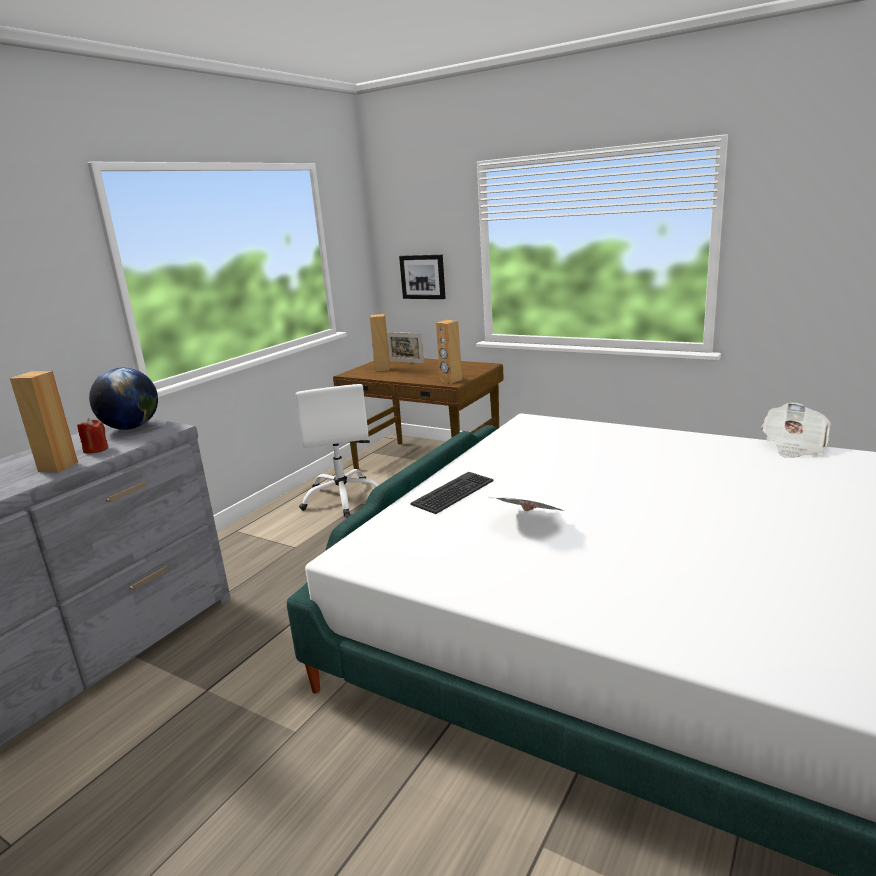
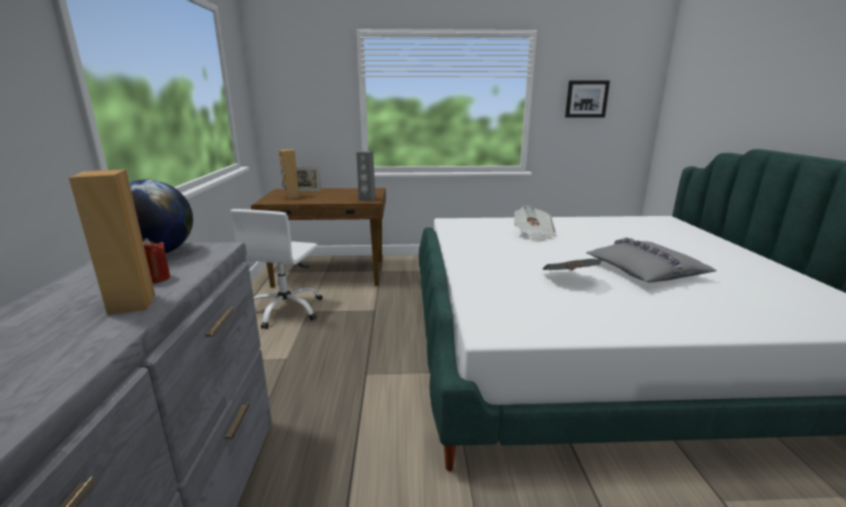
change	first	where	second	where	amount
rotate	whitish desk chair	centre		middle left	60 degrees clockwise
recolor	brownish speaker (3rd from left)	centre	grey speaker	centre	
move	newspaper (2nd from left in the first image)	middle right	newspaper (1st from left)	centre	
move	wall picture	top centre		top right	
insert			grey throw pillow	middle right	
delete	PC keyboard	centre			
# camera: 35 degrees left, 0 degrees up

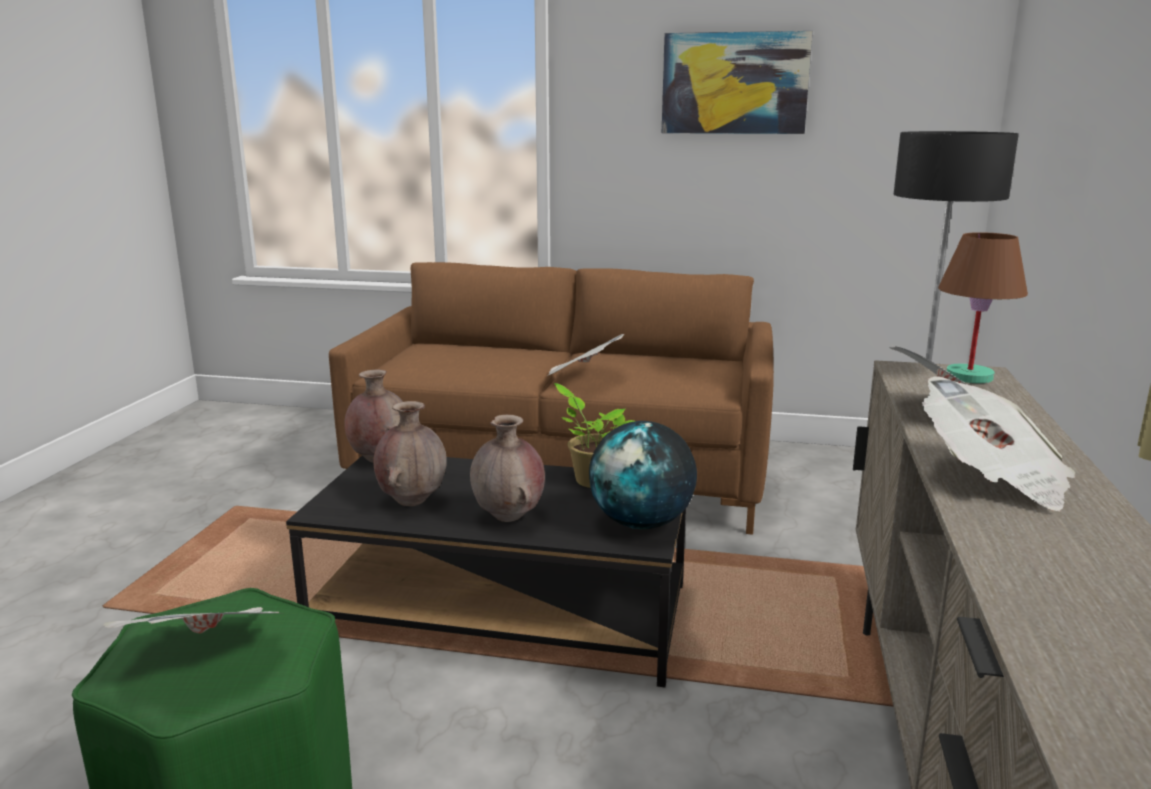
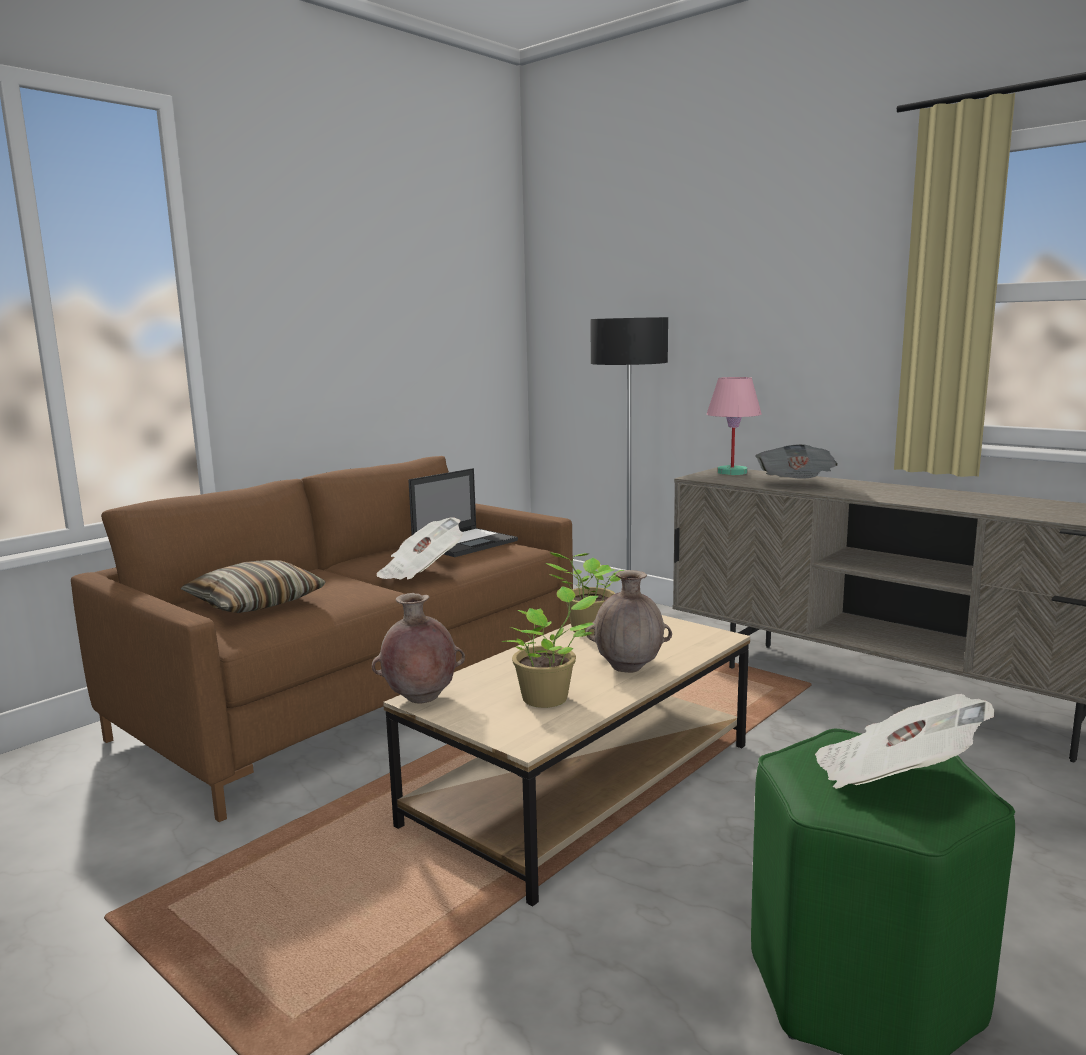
change	first	where	second	where	amount
insert			throw pillow	middle left	
recolor	black lounge table	bottom centre	sand-coloured lounge table	bottom centre	
insert			notebook computer	centre	
replace	brownish vase (2nd from left)	centre	plant in a pot (1st from left)	centre	
recolor	brownish tabletop lamp	middle right	pink tabletop lamp	middle right	
delete	globe	centre			
delete	wall picture	top centre			
delete	newspaper (4th from left)	middle right			
# camera: 60 degrees left, 5 degrees down

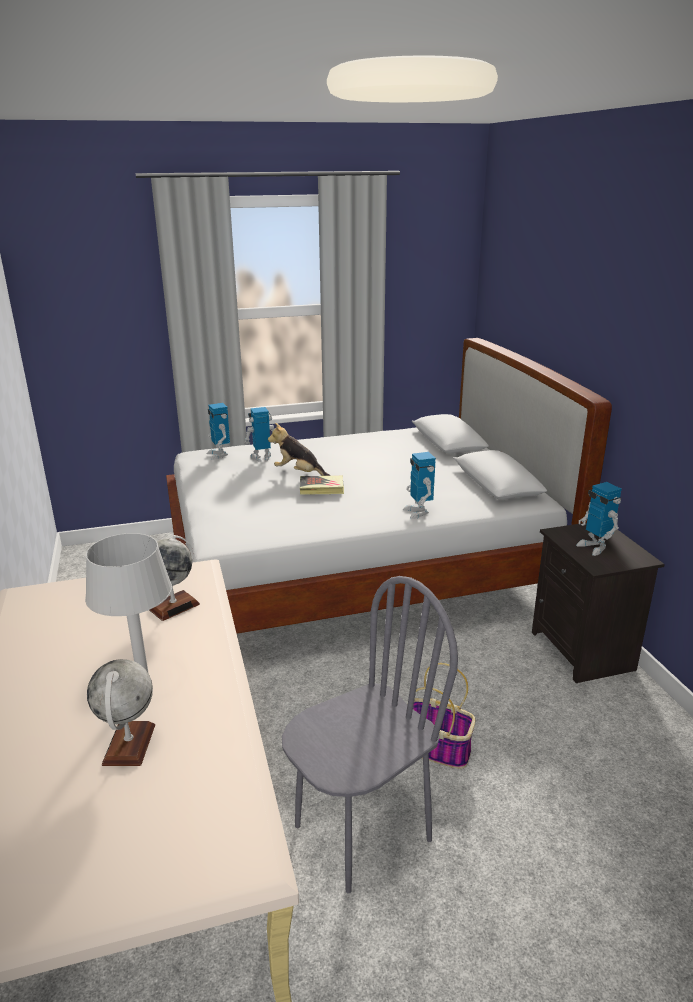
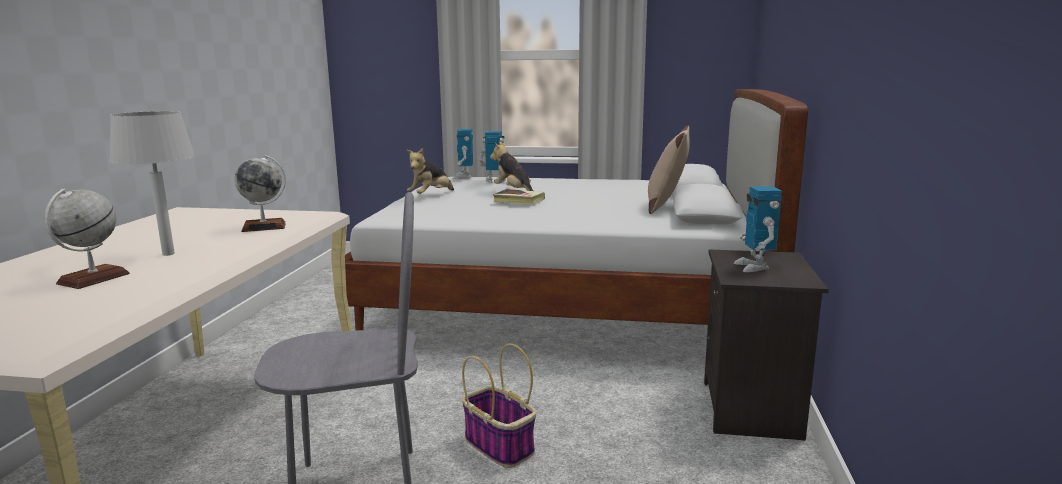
change	first	where	second	where	amount
insert			cuddly toy (1st from left)	centre	
insert			sand-coloured throw pillow	centre	
delete	robot figure (3rd from left)	centre			
# camera: 25 degrees right, 10 degrees down

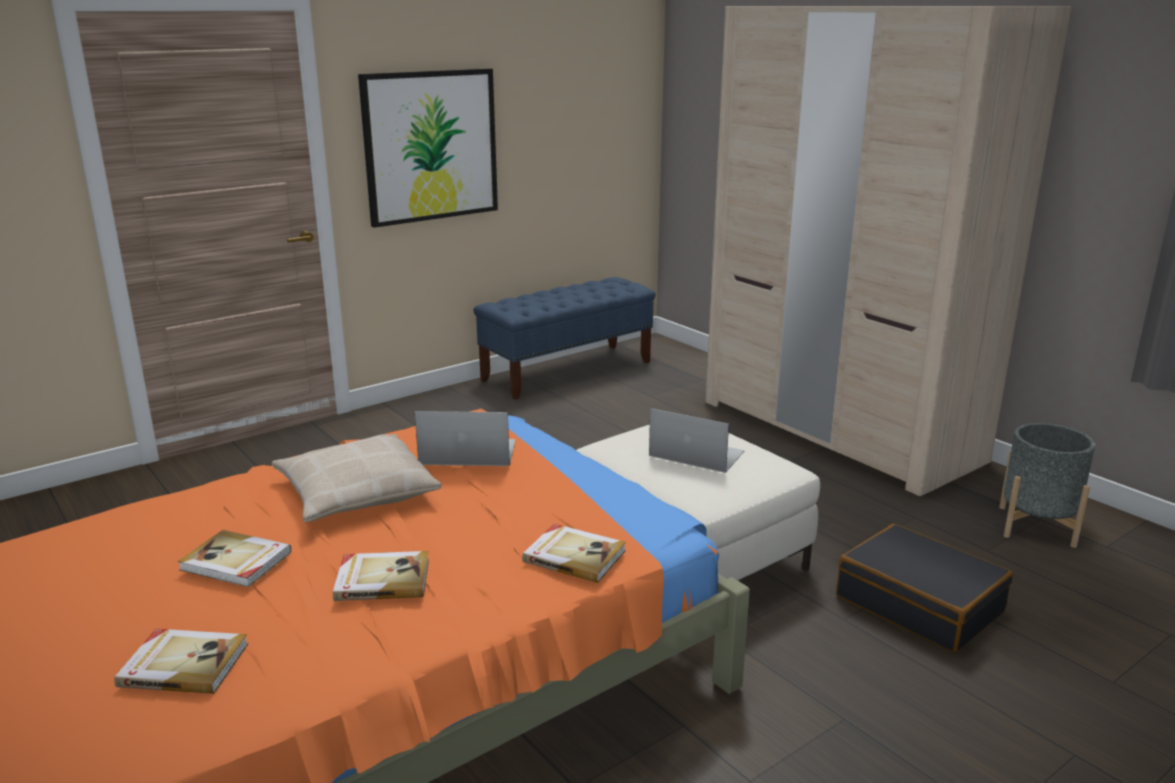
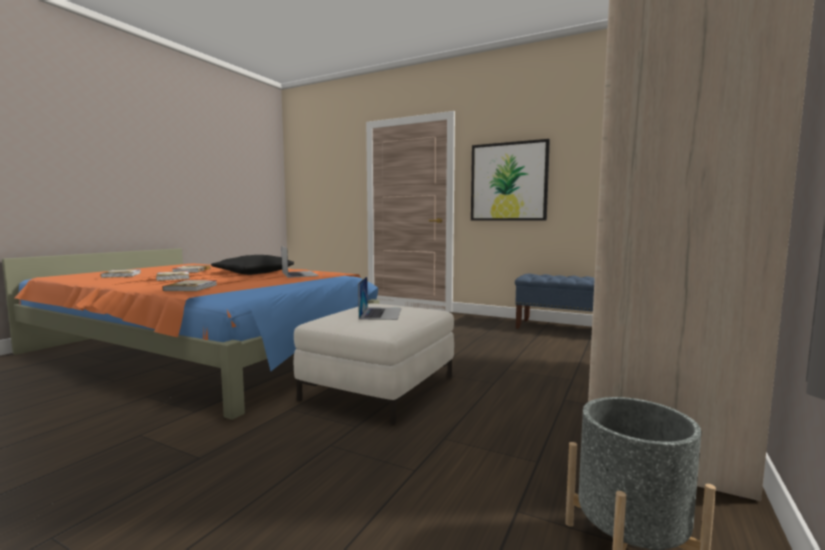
change	first	where	second	where	amount
recolor	sand-coloured throw pillow	middle left	black throw pillow	middle left	
delete	black travel case	bottom right			
# camera: 65 degrees right, 15 degrees down

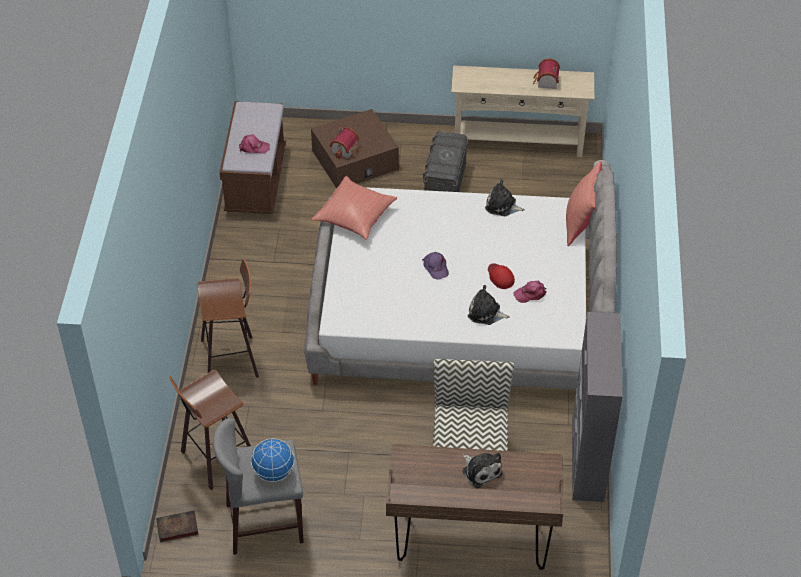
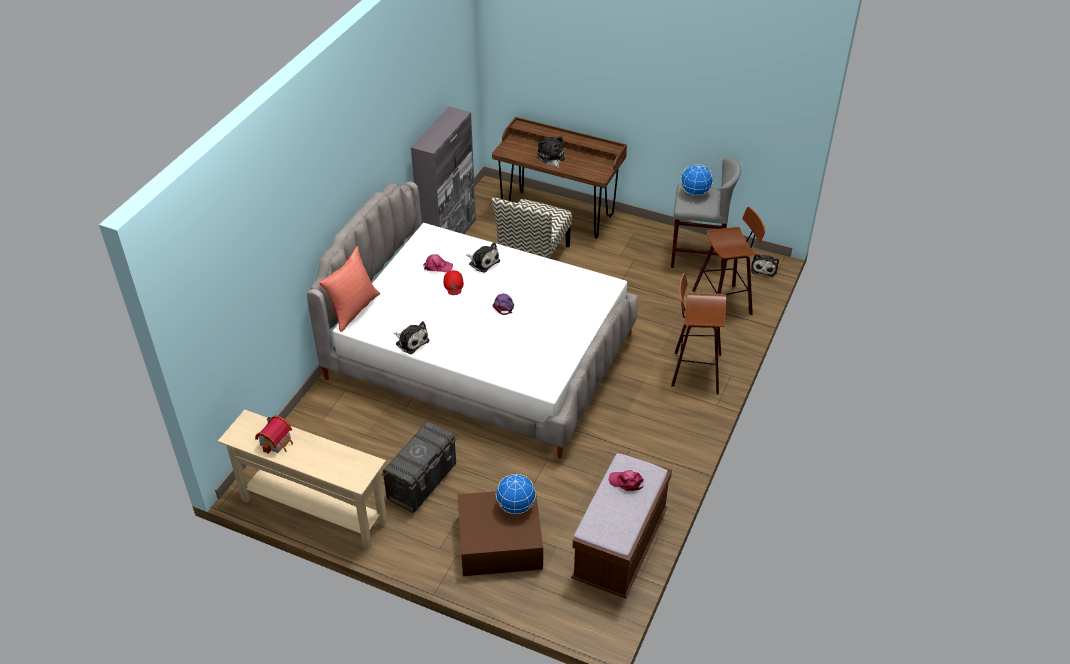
change	first	where	second	where	amount
replace	toy house (1st from left)	top centre	globe (1st from left)	bottom centre	
replace	bound book	bottom left	cuddly toy (4th from left)	middle right	
delete	reddish throw pillow (1st from left)	centre			
# camera: 160 degrees left, 5 degrees down

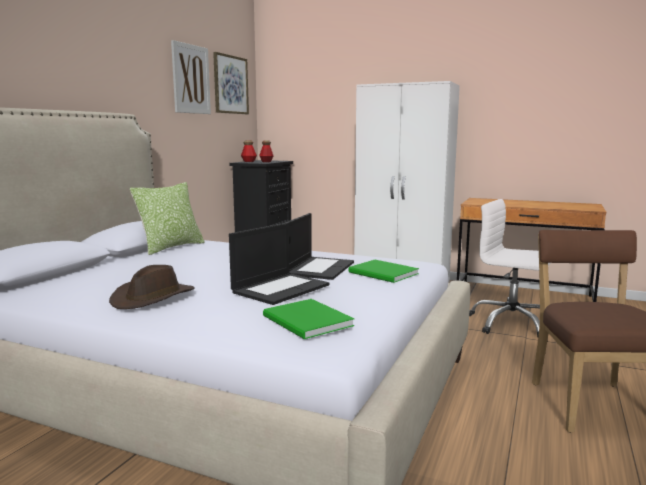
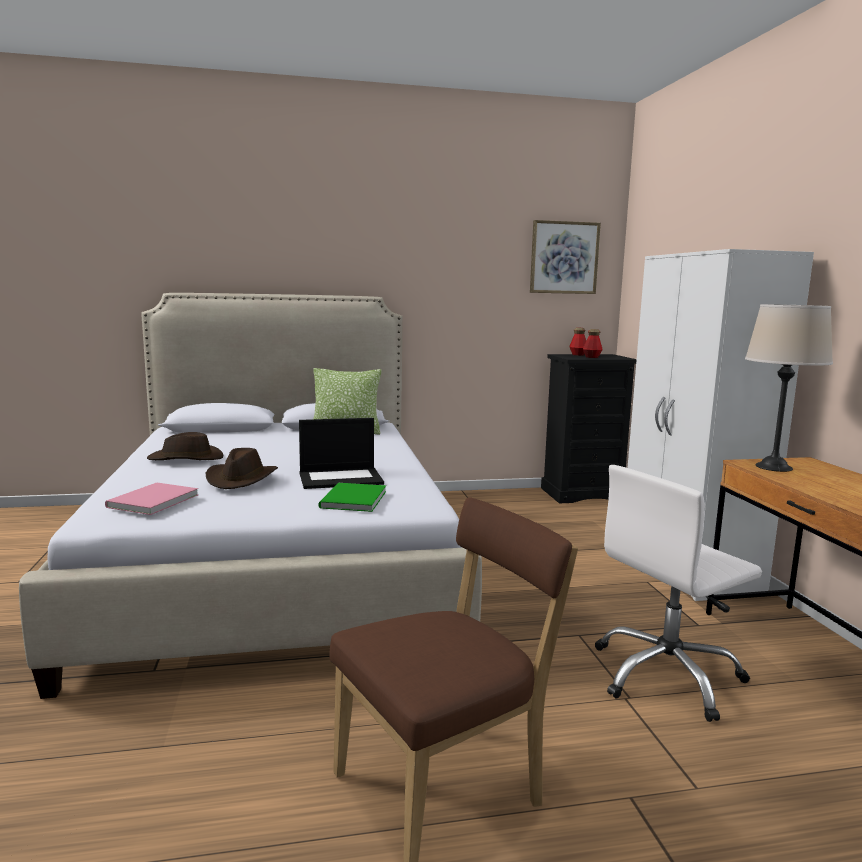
change	first	where	second	where	amount
recolor	green-coloured bound book (1st from left)	centre	pink bound book	middle left	
replace	notebook computer (1st from left)	centre	brownish hat (2nd from left)	middle left	
rotate	whitish desk chair	middle right		bottom right	120 degrees counterclockwise
insert			sand-coloured tabletop lamp	middle right	
delete	wall picture (1st from left)	top left			
# camera: 55 degrees right, 0 degrees up

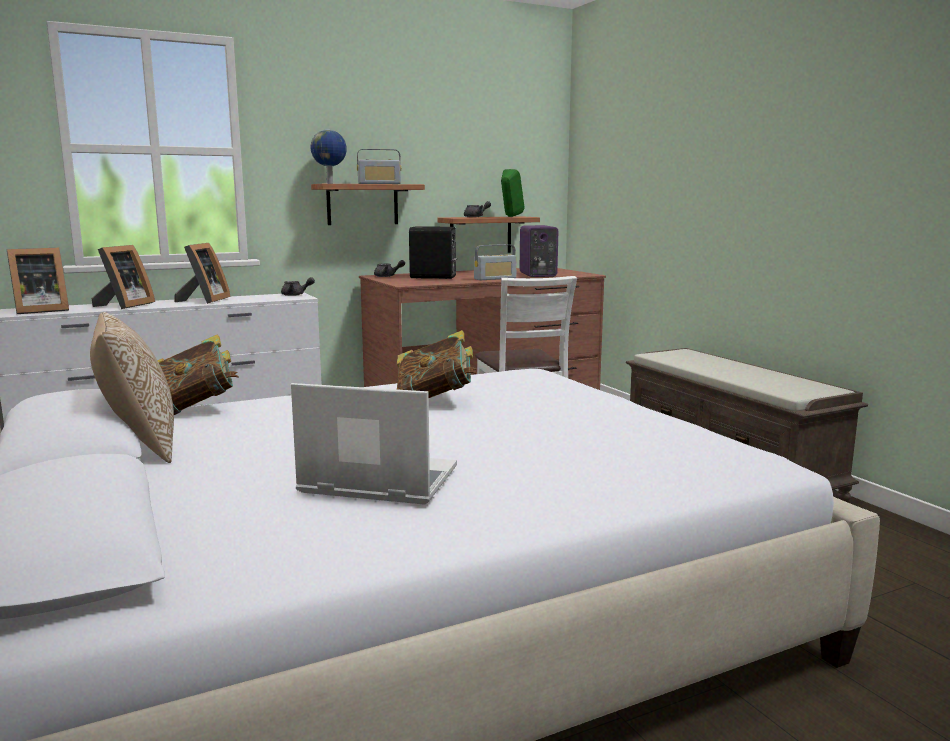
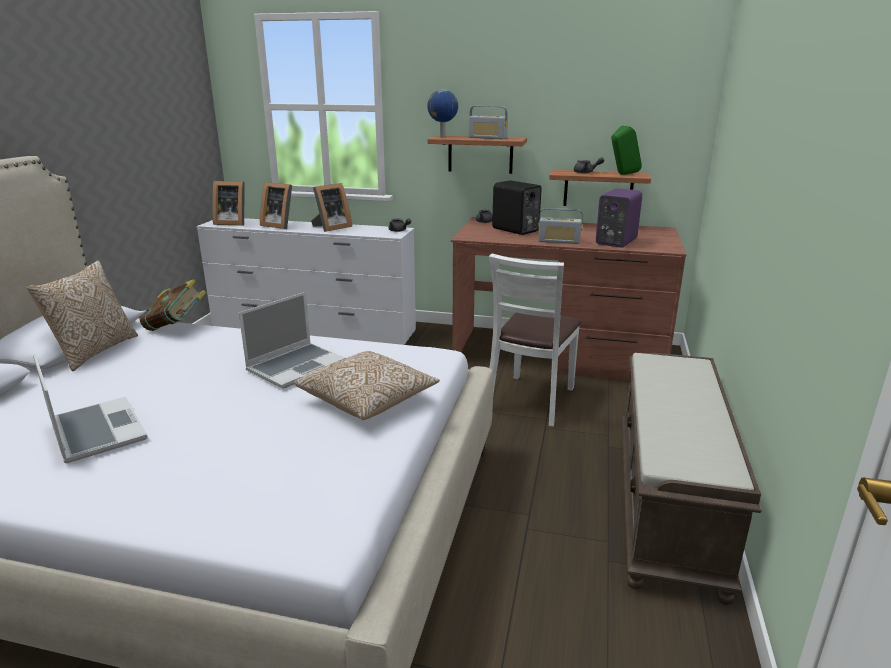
change	first	where	second	where	amount
replace	bound book (2nd from left)	centre	notebook computer (2nd from left)	middle left	
rotate	photo frame (2nd from left)	middle left		top left	60 degrees clockwise
insert			throw pillow (2nd from left)	centre	
# camera: 40 degrees right, 10 degrees up

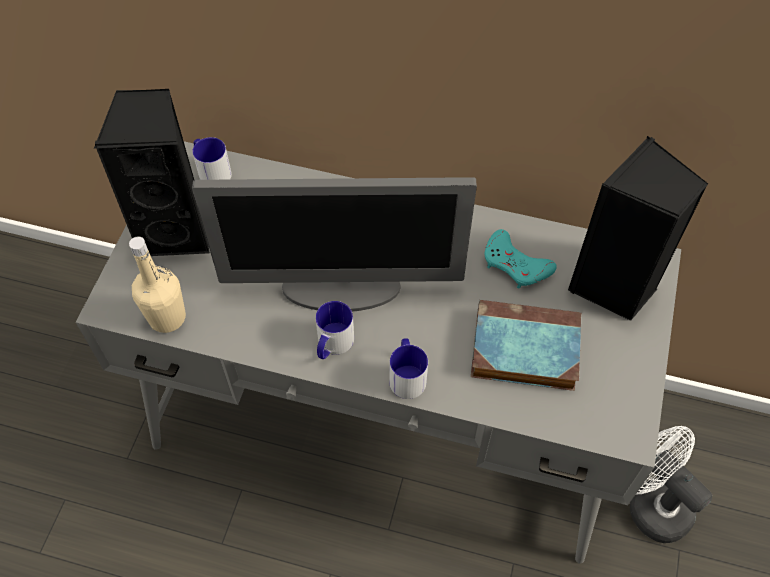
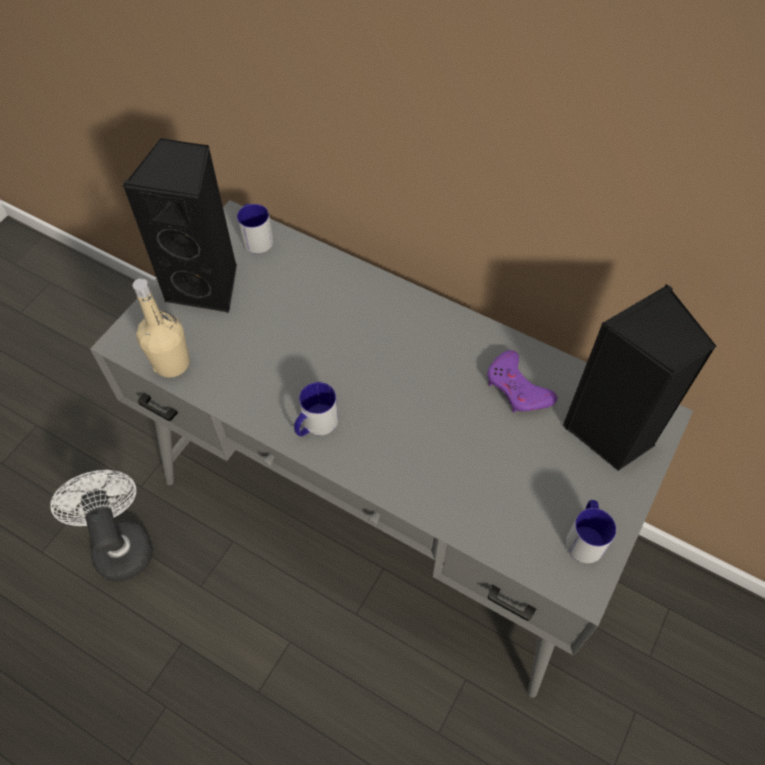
change	first	where	second	where	amount
move	whitish cooling fan	bottom right		bottom left	
recolor	turquoise game controller	middle right	purple-coloured game controller	middle right	
move	tea mug (3rd from left)	centre		bottom right	
delete	computer display	centre			
delete	bound book	middle right			
# camera: 15 degrees right, 0 degrees up

